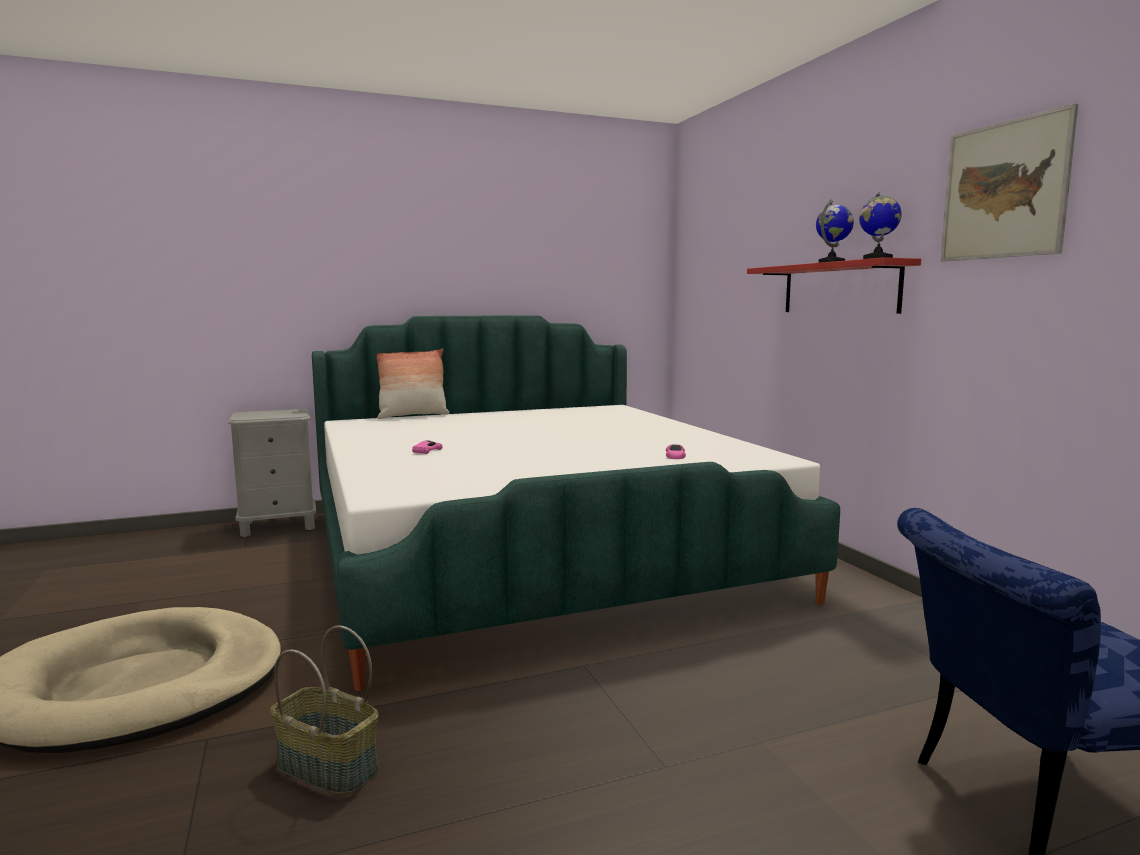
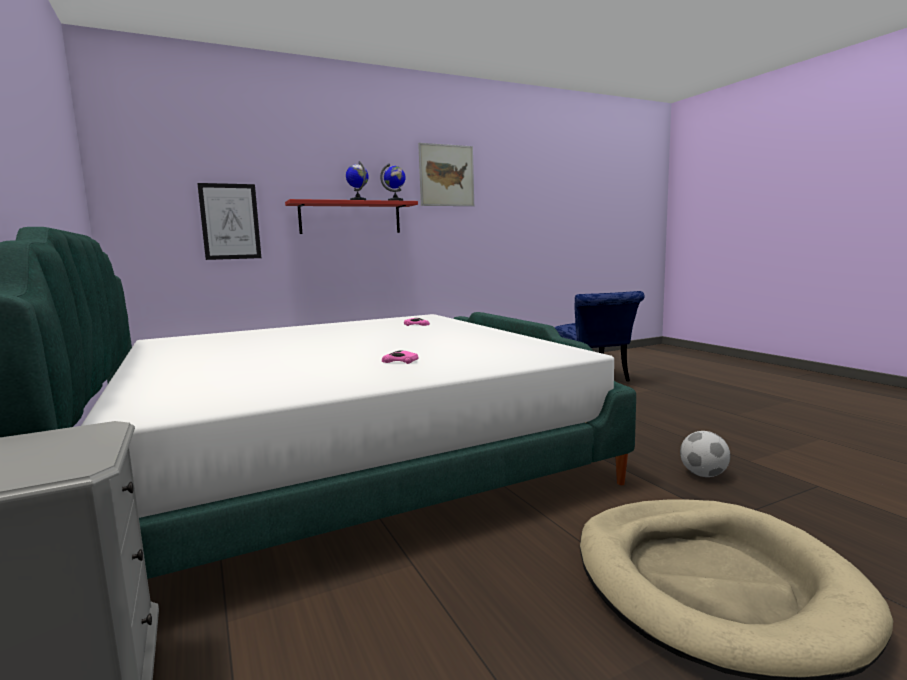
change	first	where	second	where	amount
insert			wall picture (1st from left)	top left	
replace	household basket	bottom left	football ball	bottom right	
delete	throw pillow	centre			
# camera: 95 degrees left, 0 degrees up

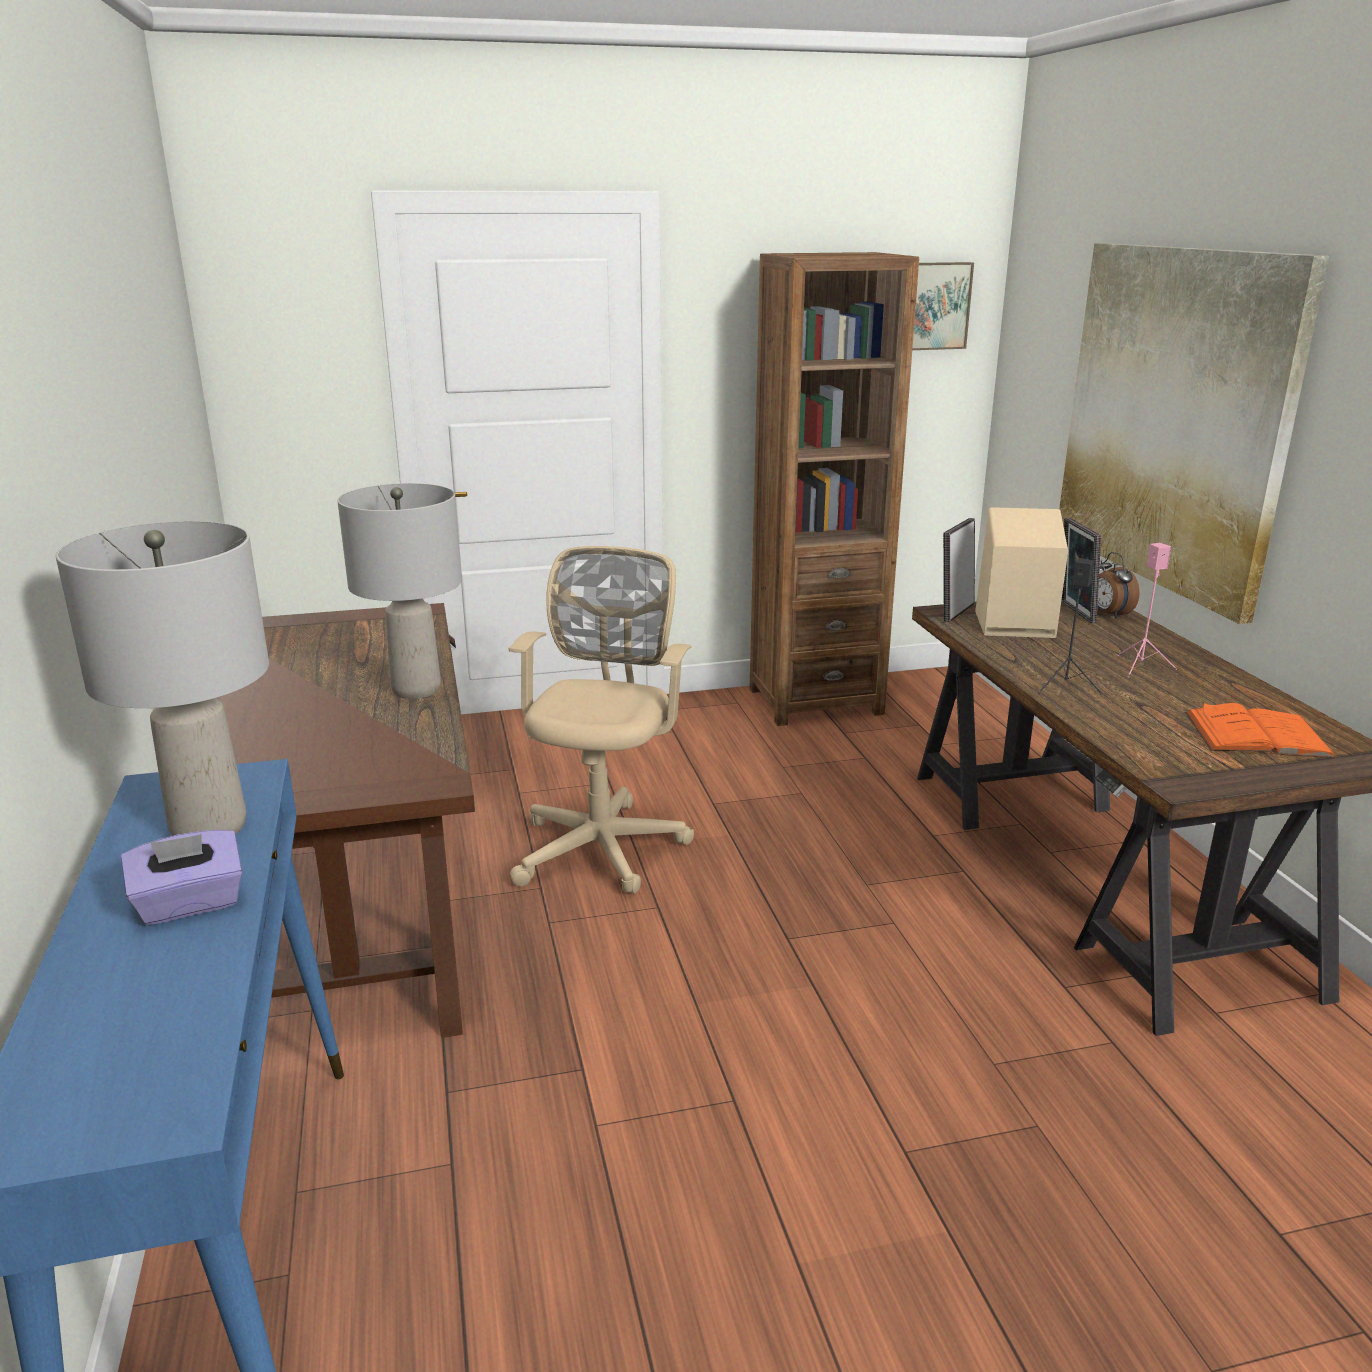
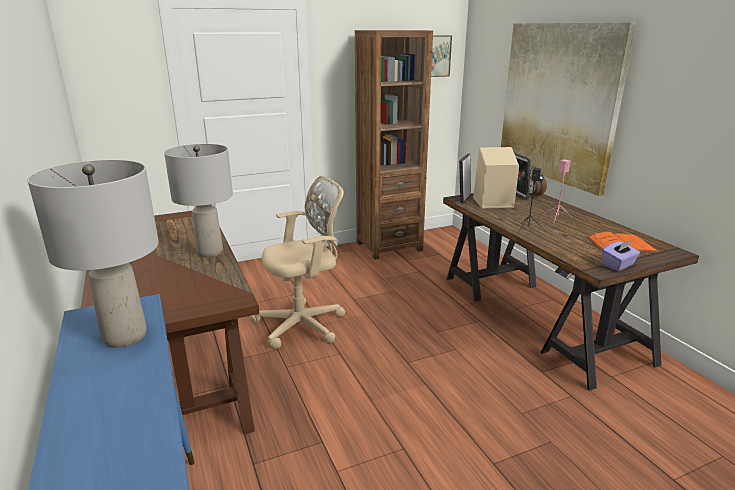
change	first	where	second	where	amount
rotate	sand-coloured desk chair	centre		centre	60 degrees clockwise
move	purple-coloured tissue box	middle left		middle right	
# camera: 10 degrees left, 0 degrees up

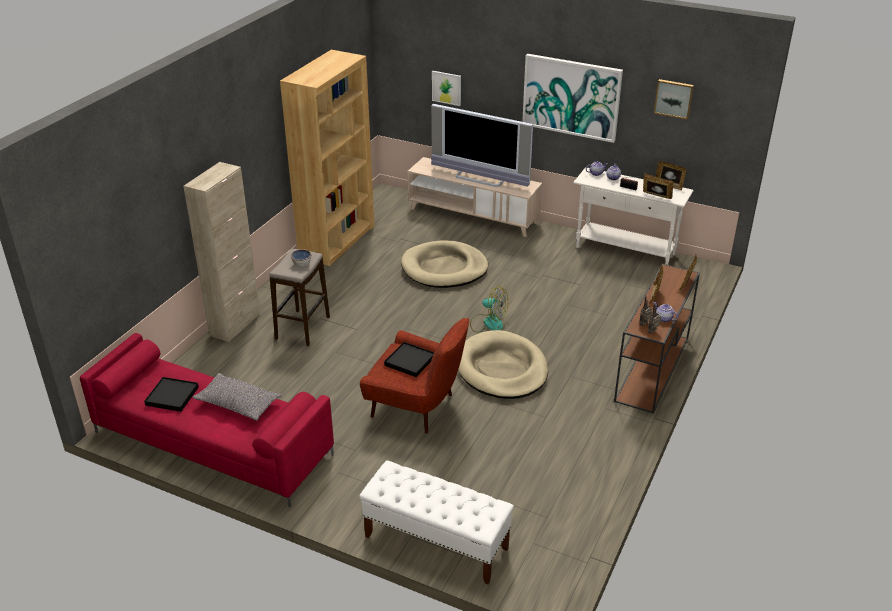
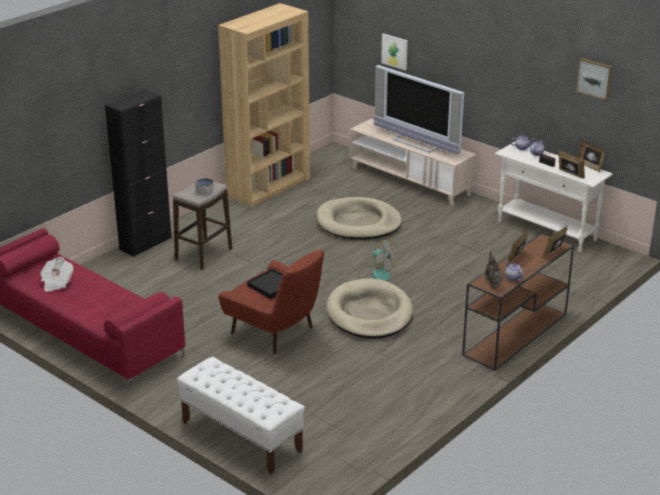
change	first	where	second	where	amount
replace	black carrying tray (1st from left)	middle left	newspaper	middle left	
recolor	sand-coloured storage cabinet	middle left	black storage cabinet	middle left	
delete	grey throw pillow	middle left			
delete	wall picture (2nd from left)	top centre			
# camera: 15 degrees right, 5 degrees down

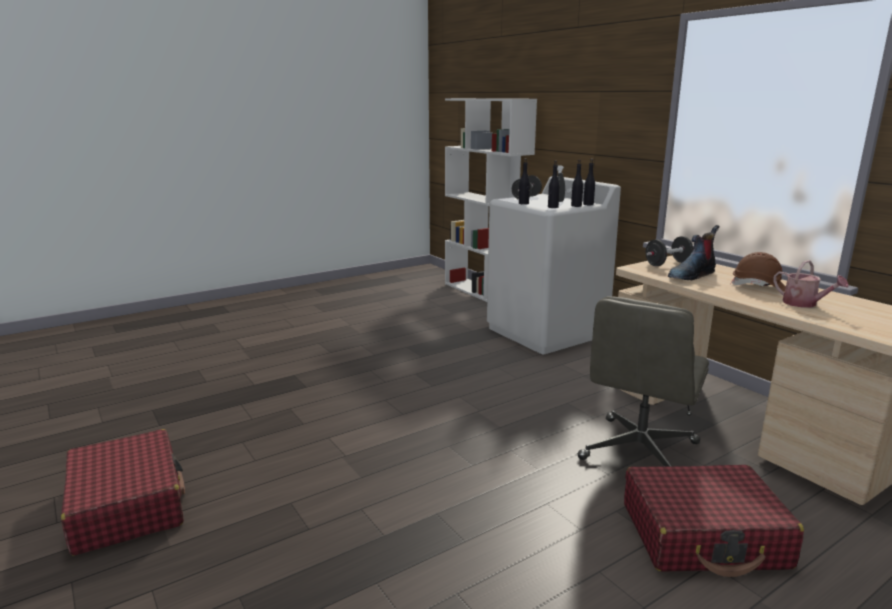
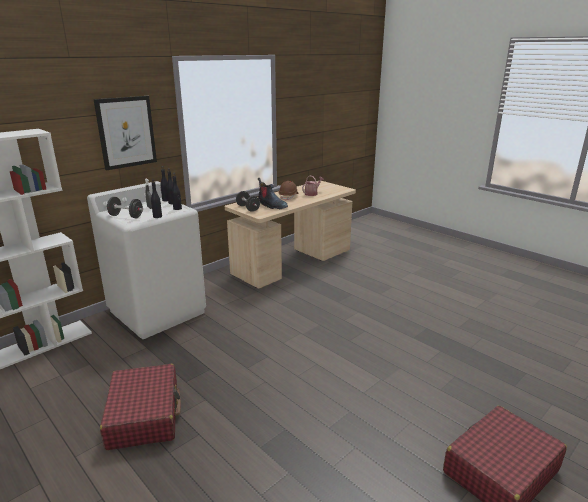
change	first	where	second	where	amount
insert			wall picture	top left	
move	reddish travel case (2nd from left in the first image)	bottom right	reddish travel case (1st from left)	bottom left	
delete	grey desk chair	middle right			
# camera: 100 degrees left, 5 degrees up

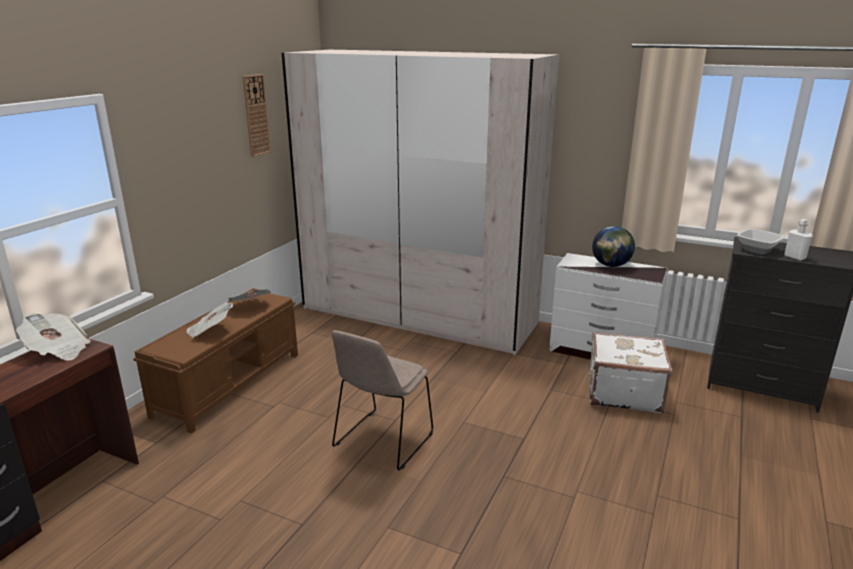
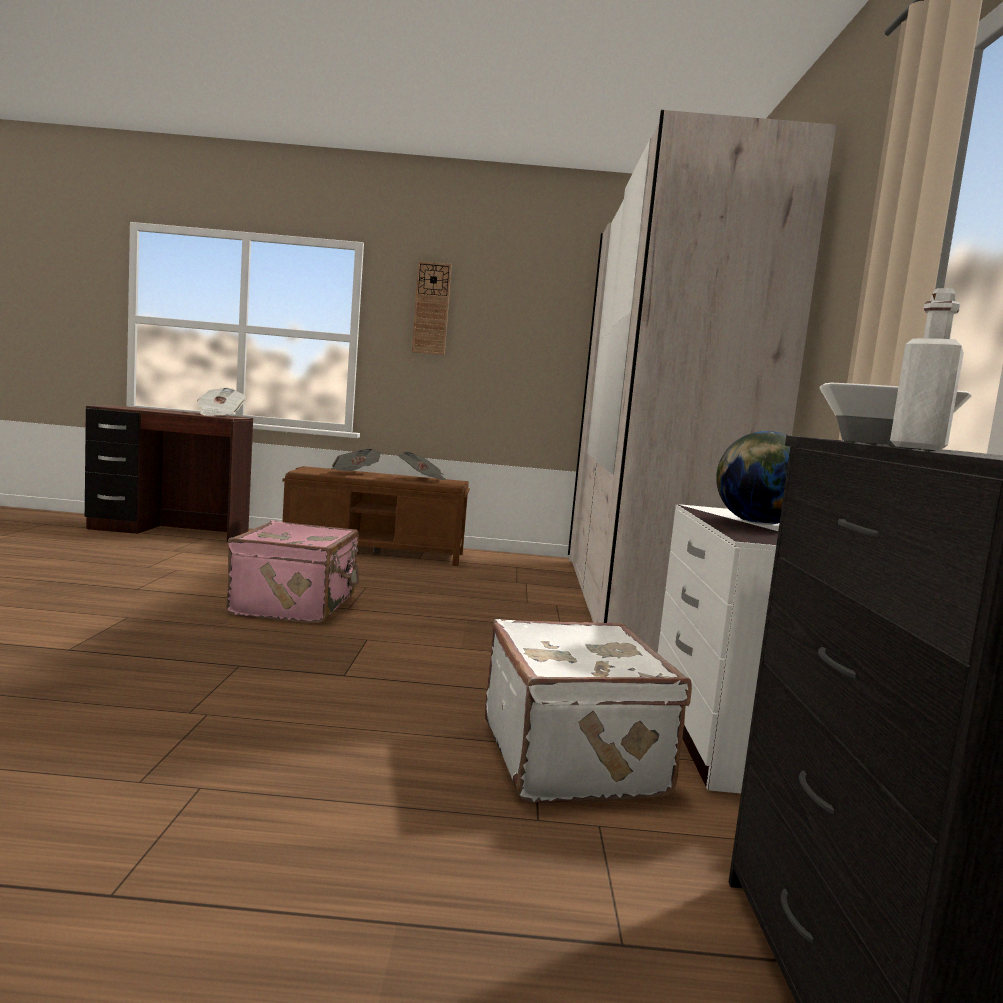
change	first	where	second	where	amount
replace	sand-coloured chair	bottom centre	pink travel case	middle left	
move	wall clock	top left		top centre	
# camera: 65 degrees right, 15 degrees down

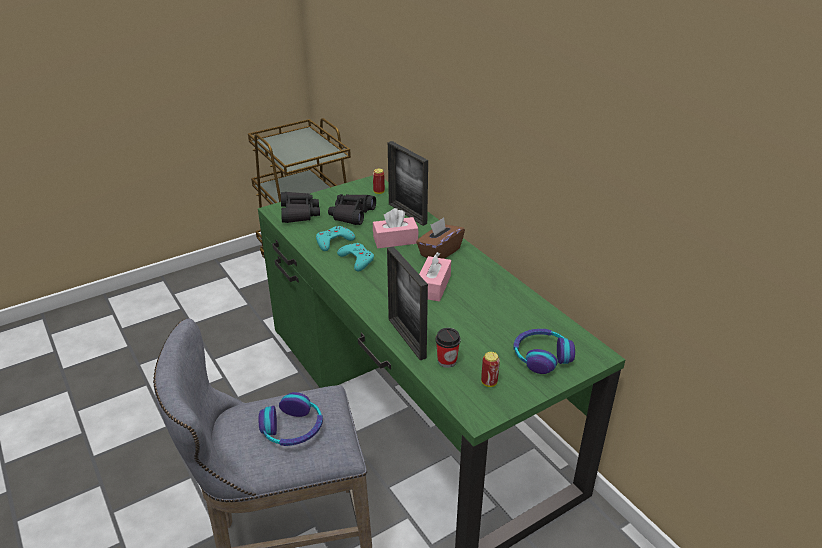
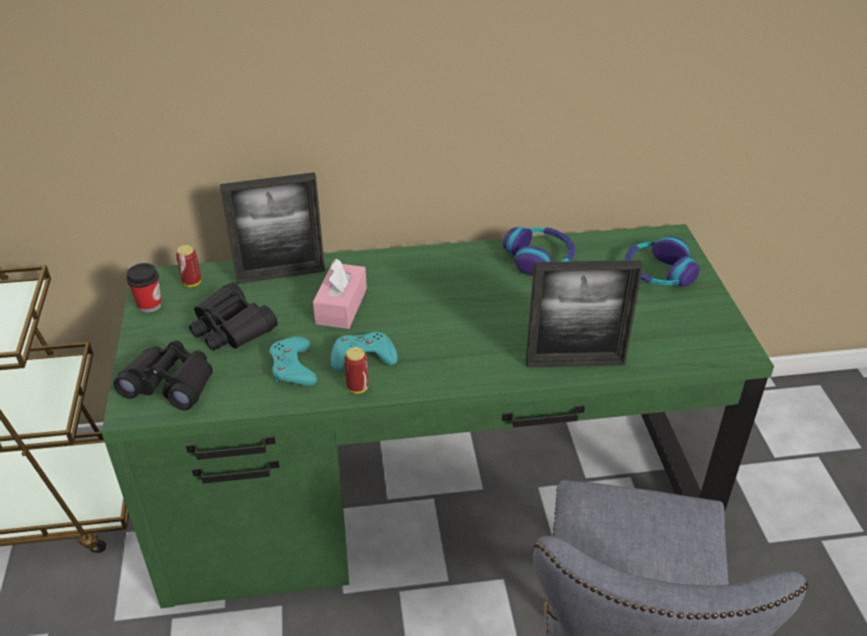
change	first	where	second	where	amount
move	drinking cup	centre		middle left	
move	sealed can (2nd from left)	bottom centre		centre	
move	headset (1st from left)	bottom centre		centre	
delete	brownish tissue box	centre			
delete	pink tissue box (2nd from left)	centre			
# camera: 65 degrees left, 5 degrees up

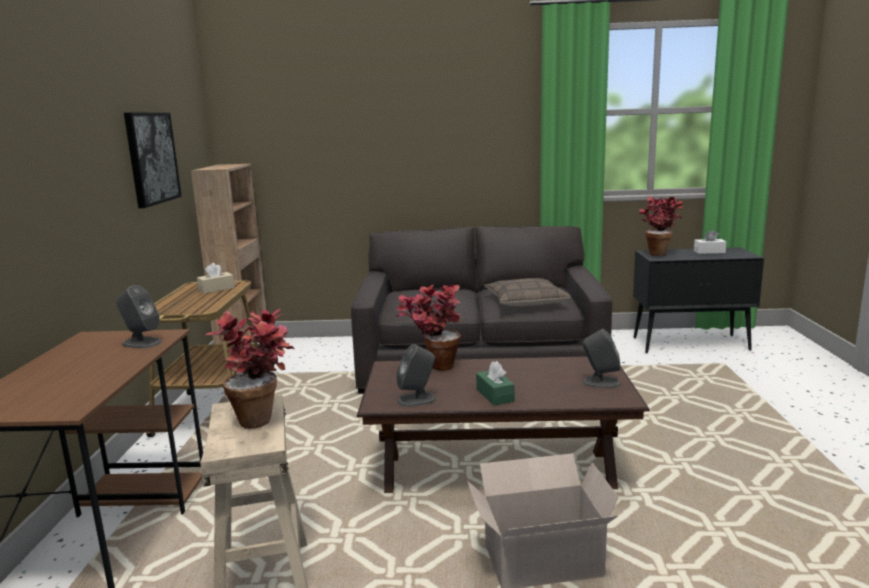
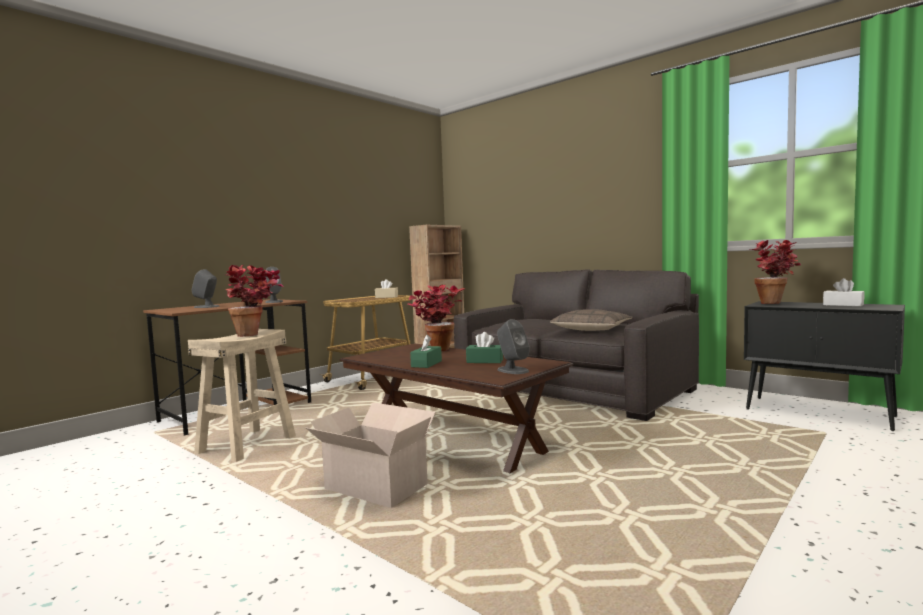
change	first	where	second	where	amount
move	grey speaker (2nd from left in the first image)	centre	grey speaker (1st from left)	middle left	
insert			green-coloured tissue box (2nd from left)	centre	
delete	wall picture	top left			
# camera: 40 degrees right, 10 degrees down

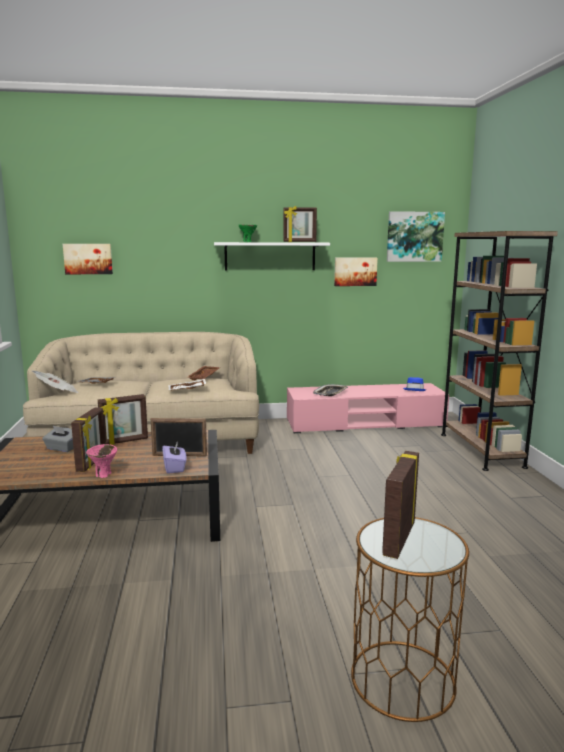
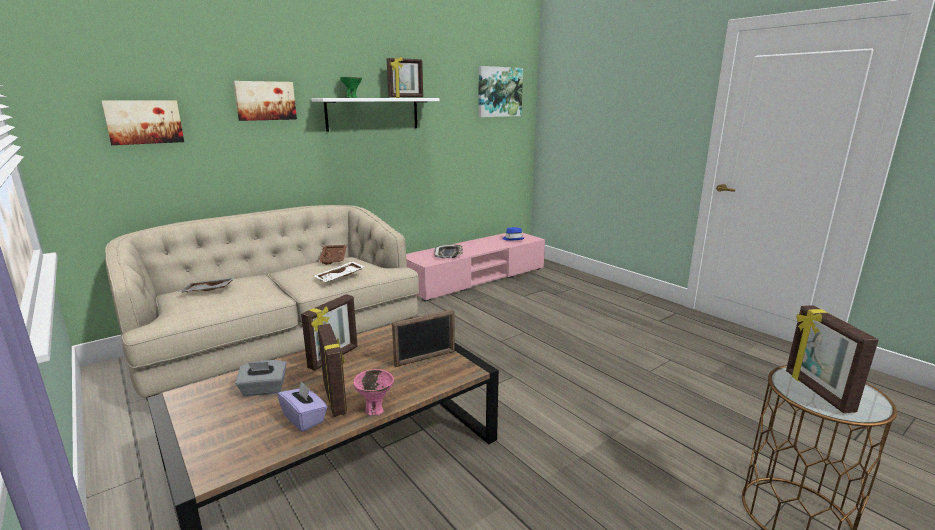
change	first	where	second	where	amount
move	wall picture (2nd from left)	centre		top left	
move	purple-coloured tissue box	middle left		bottom left	
delete	newspaper	middle left			
delete	brownish bookcase	middle right			
# camera: 30 degrees left, 5 degrees up

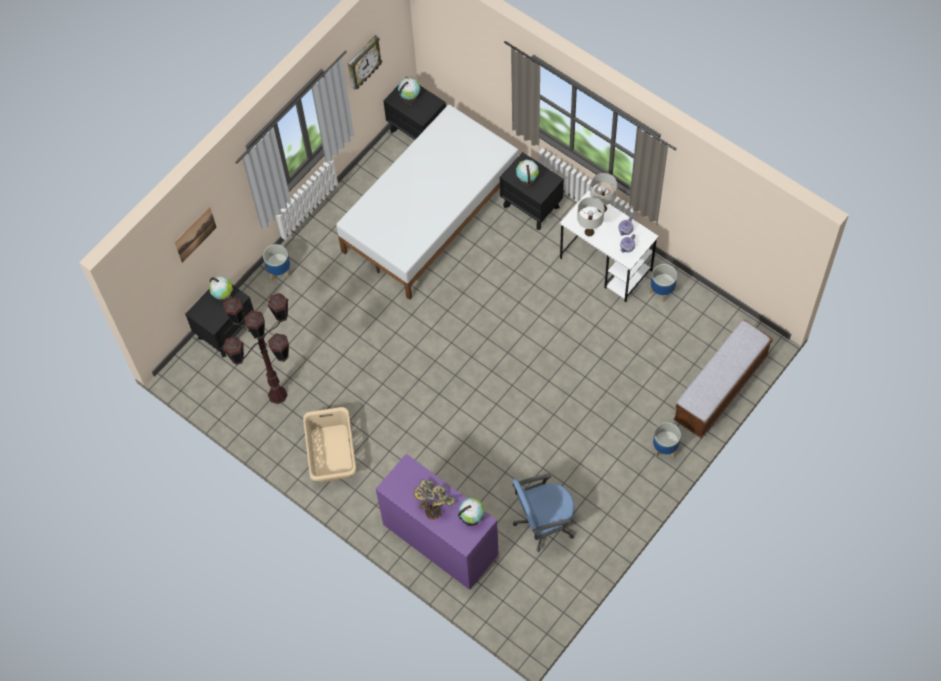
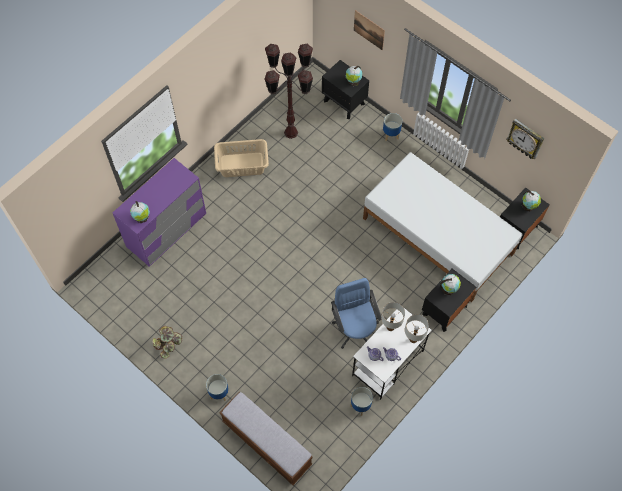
change	first	where	second	where	amount
move	plant in a pot	bottom centre		bottom left	
move	blue-coloured desk chair	bottom centre		centre	
# camera: 90 degrees right, 0 degrees up

